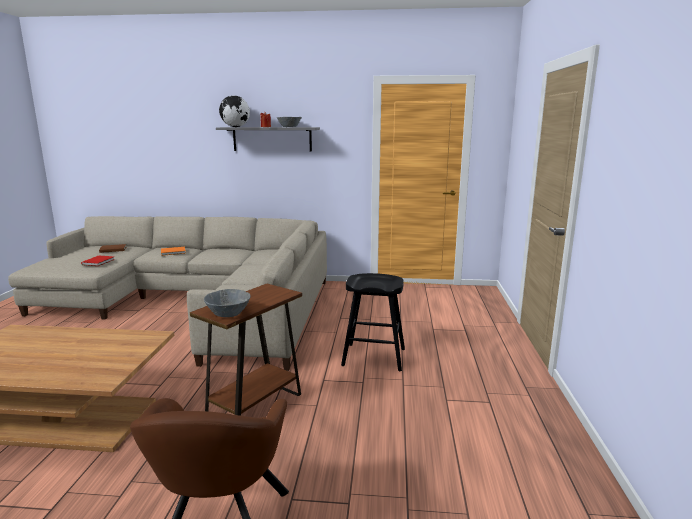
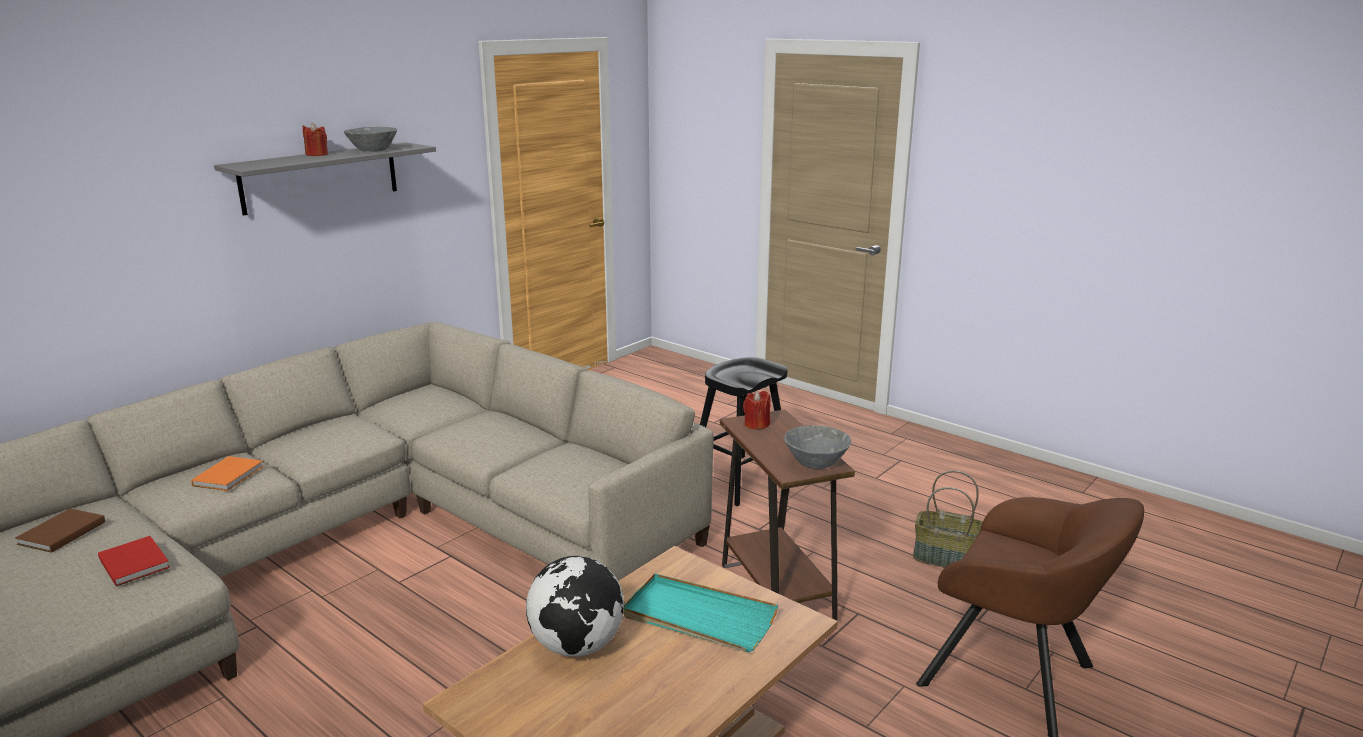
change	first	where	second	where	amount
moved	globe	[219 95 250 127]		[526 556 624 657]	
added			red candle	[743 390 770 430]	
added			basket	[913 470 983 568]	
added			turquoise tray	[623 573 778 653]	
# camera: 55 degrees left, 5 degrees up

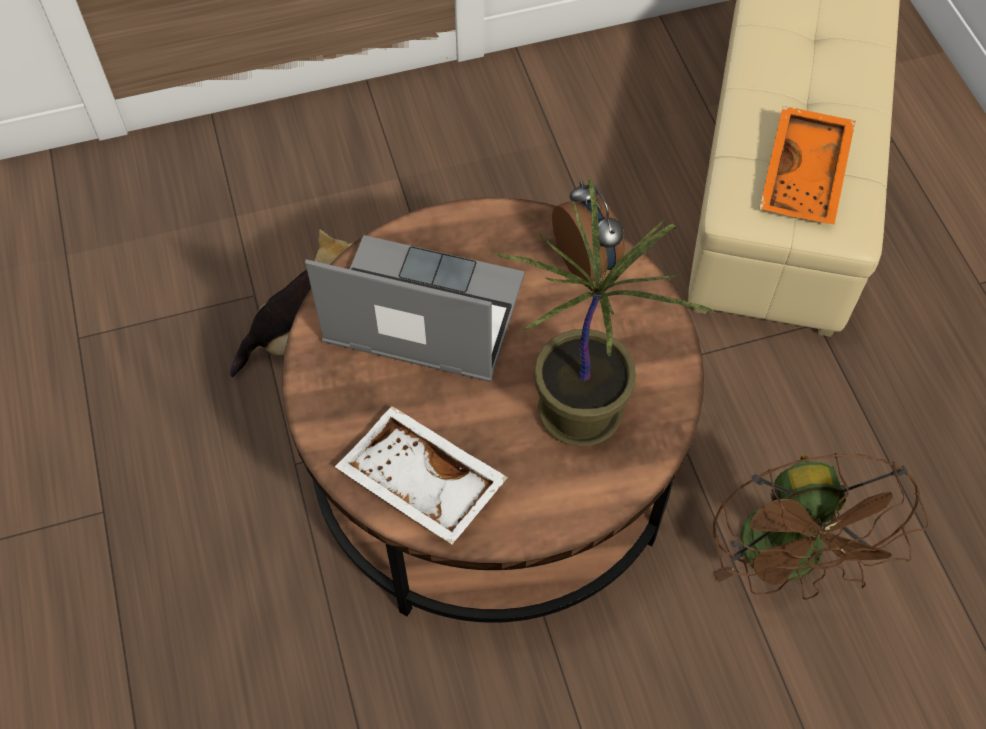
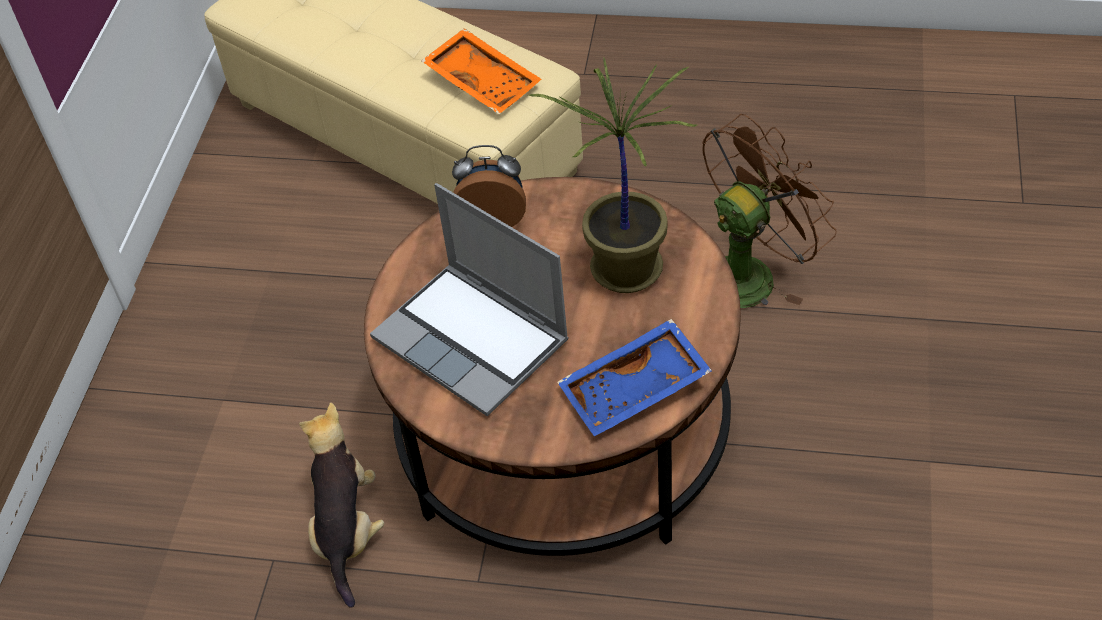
change	first	where	second	where	amount
turned	laptop	[305 235 525 382]		[370 183 569 416]	90 degrees counterclockwise
recoloured	white tray	[335 406 508 544]	blue tray	[557 319 712 437]	
turned	brown fan	[713 453 929 600]		[702 114 837 308]	60 degrees counterclockwise
# camera: 60 degrees left, 10 degrees down

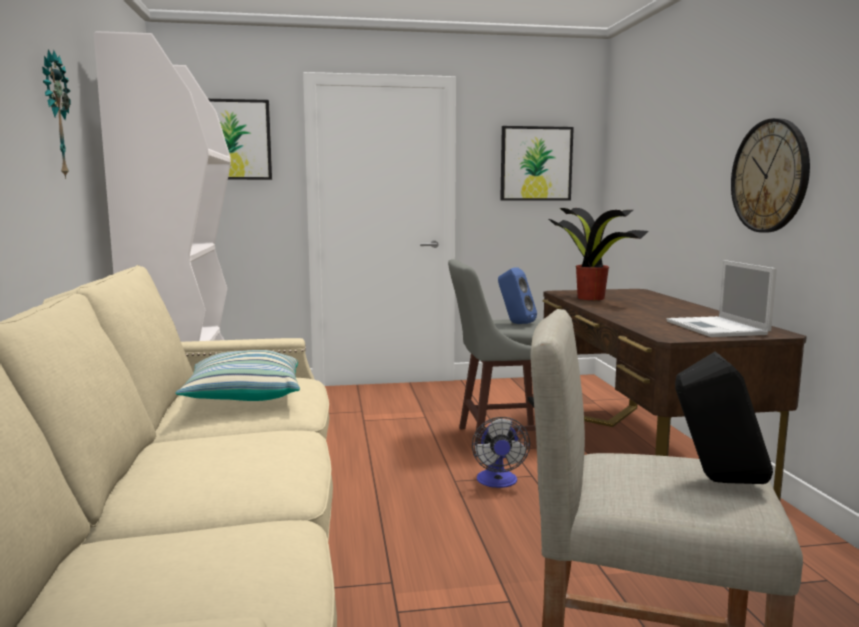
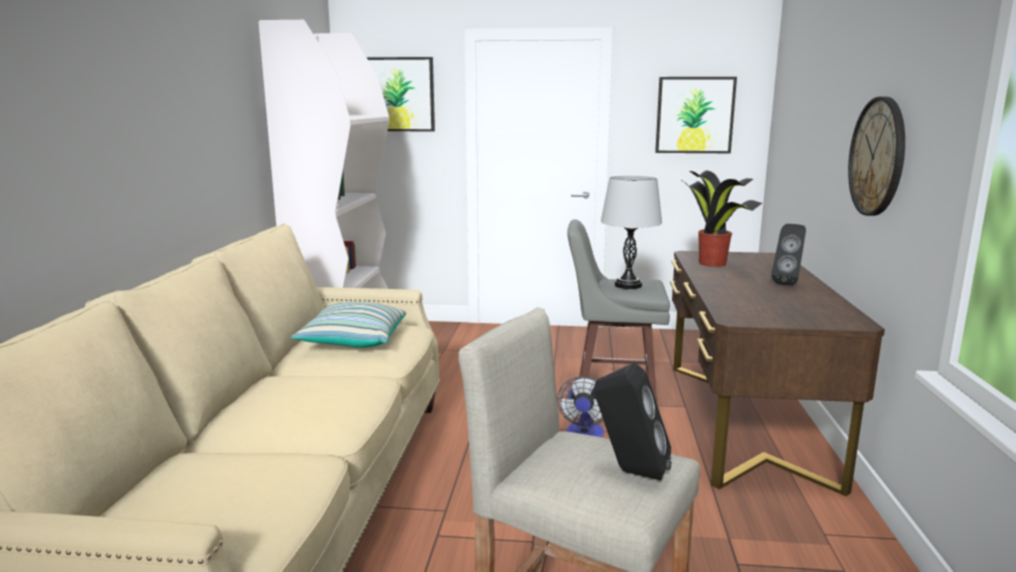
change	first	where	second	where	amount
removed	wall clock	[42 49 70 179]			
removed	laptop	[667 260 777 337]			
replaced	blue speaker	[498 267 537 324]	grey table lamp	[601 176 662 289]	
added			black speaker	[771 224 806 286]	
# camera: 15 degrees right, 5 degrees up

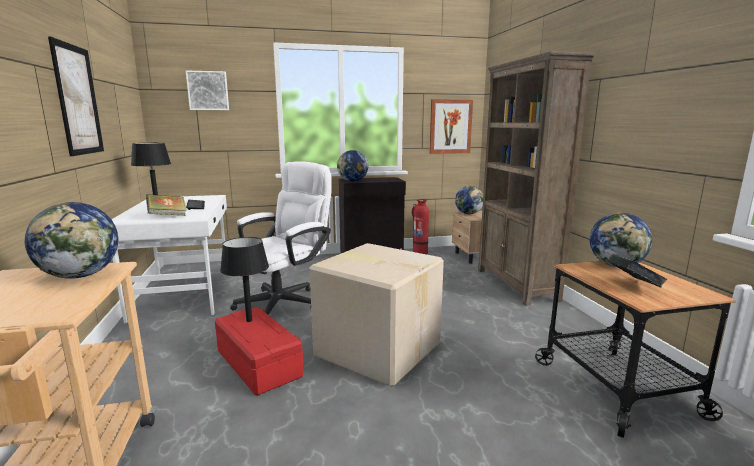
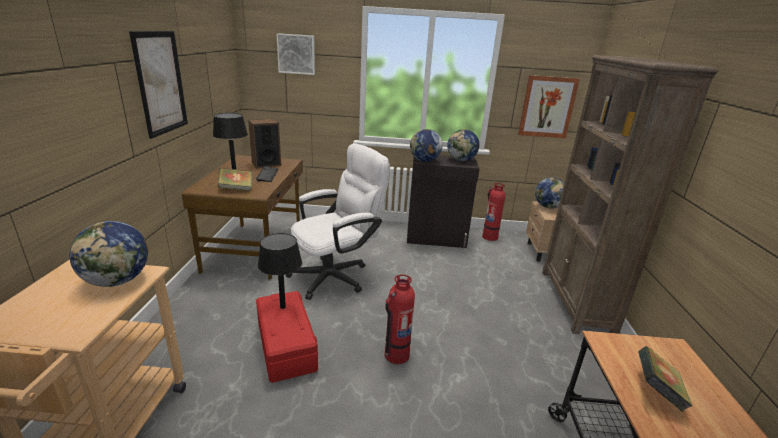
change	first	where	second	where	amount
recoloured	white desk	[111 195 227 323]	brown desk	[182 155 303 280]	
moved	globe	[590 213 652 267]		[447 129 480 161]	
replaced	cardboard box	[310 243 444 387]	fire extinguisher	[385 274 415 364]	
added			speaker	[248 119 281 168]	
# camera: 15 degrees right, 10 degrees up

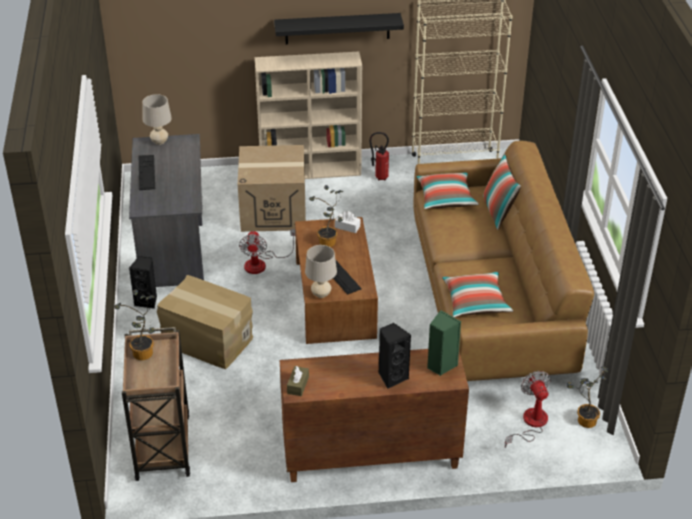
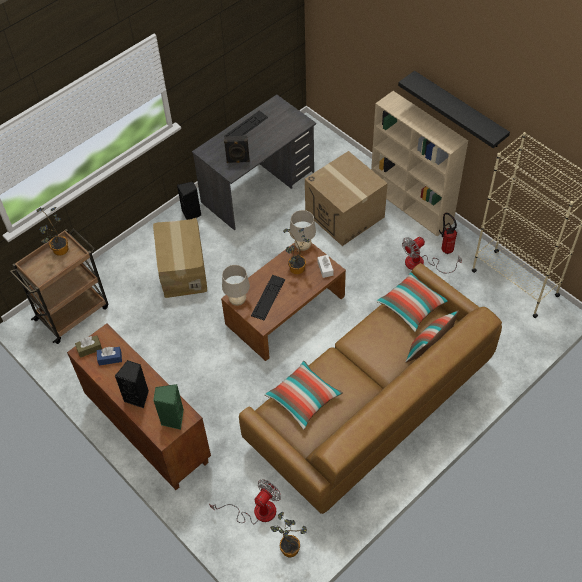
change	first	where	second	where	amount
moved	beige table lamp	[142 94 172 145]		[289 210 316 251]	
moved	fan	[239 229 295 274]		[402 237 462 273]	
added			black speaker	[224 135 250 163]	
added			blue tissue box	[97 346 122 366]	
# camera: 55 degrees right, 15 degrees up

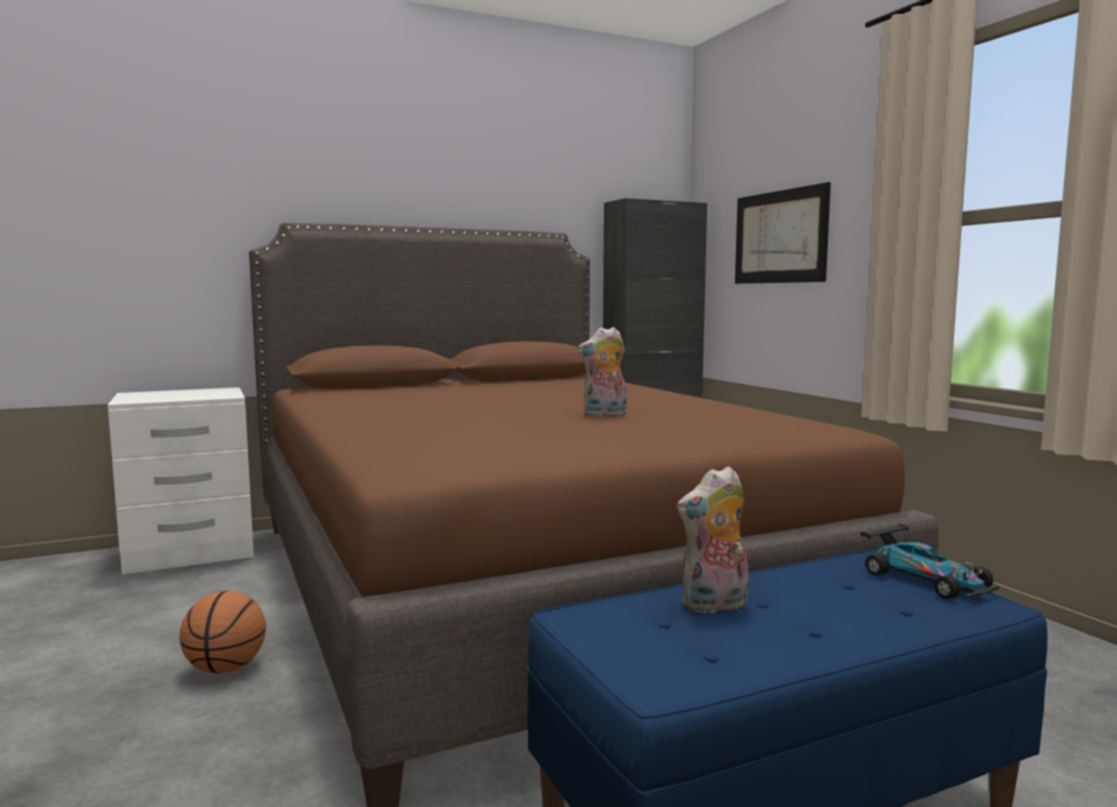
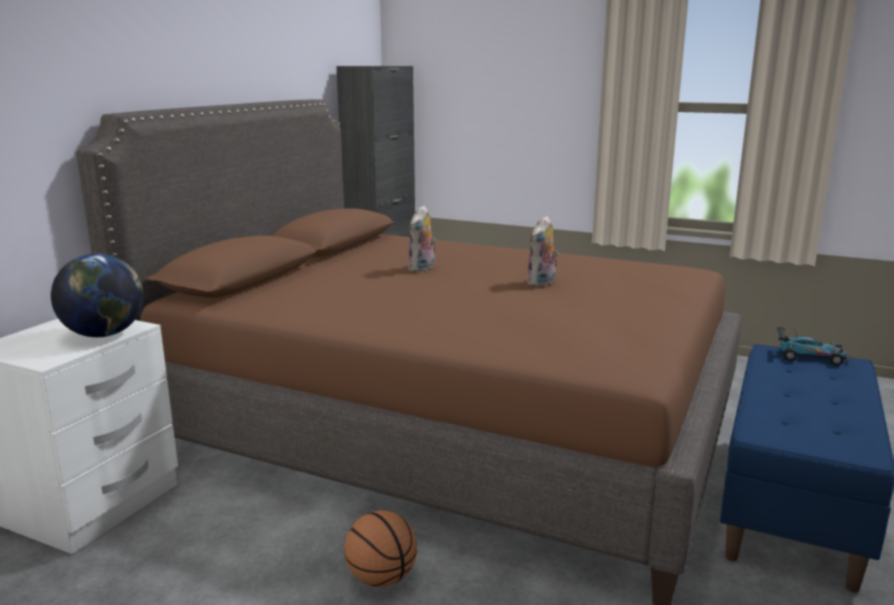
change	first	where	second	where	amount
removed	picture	[735 182 831 284]			
moved	plush toy	[677 466 749 613]		[408 205 437 272]	
added			globe	[51 254 144 337]	
# camera: 40 degrees left, 10 degrees up

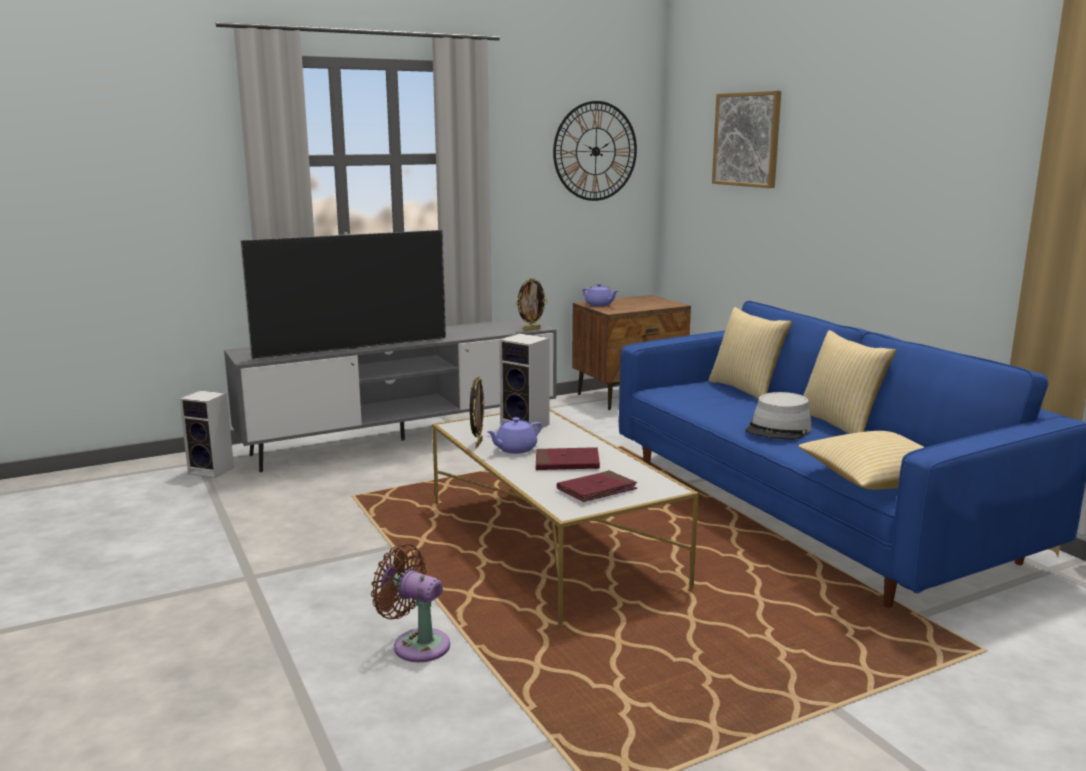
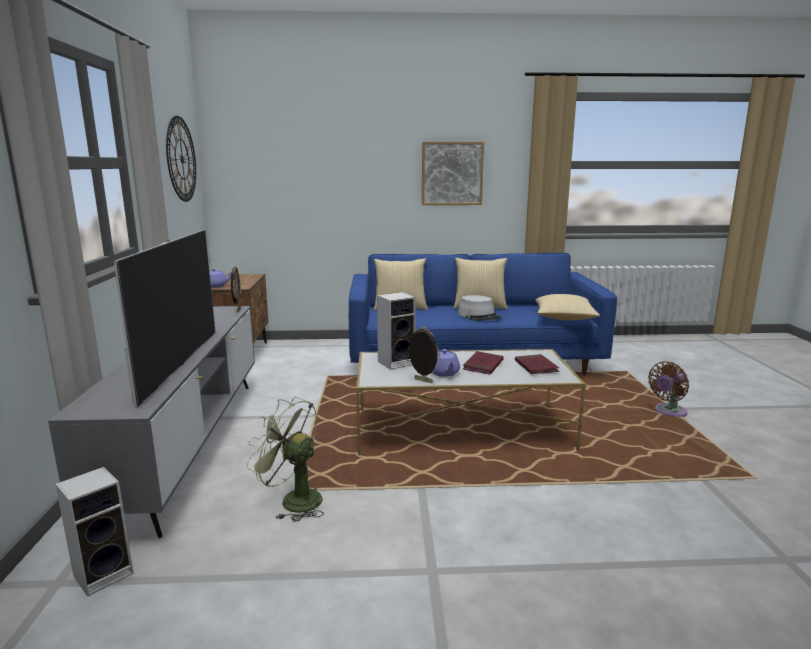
change	first	where	second	where	amount
moved	picture	[712 91 781 188]		[422 142 484 205]	
moved	brown fan	[371 544 450 662]		[648 361 689 417]	
added			green fan	[246 397 324 522]	
# camera: 65 degrees left, 0 degrees up

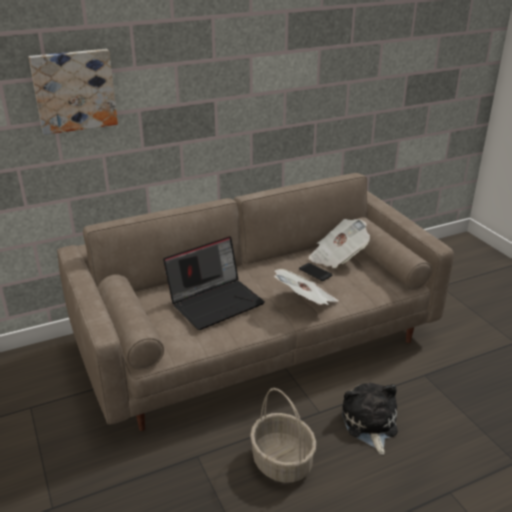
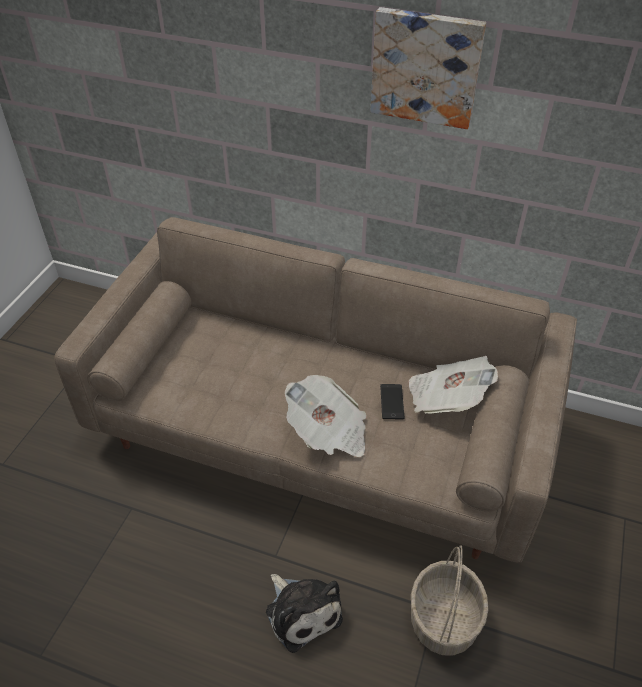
change	first	where	second	where	amount
moved	picture	[29 49 118 135]		[371 7 486 129]	
removed	laptop	[163 236 265 330]			
turned	plush toy	[342 383 398 455]		[266 574 343 653]	105 degrees clockwise
moved	basket	[250 388 316 483]		[411 545 489 656]	
# camera: 45 degrees right, 15 degrees up

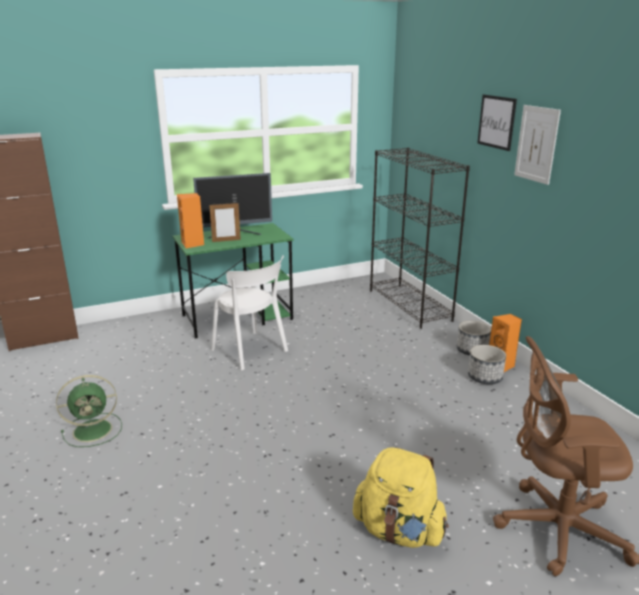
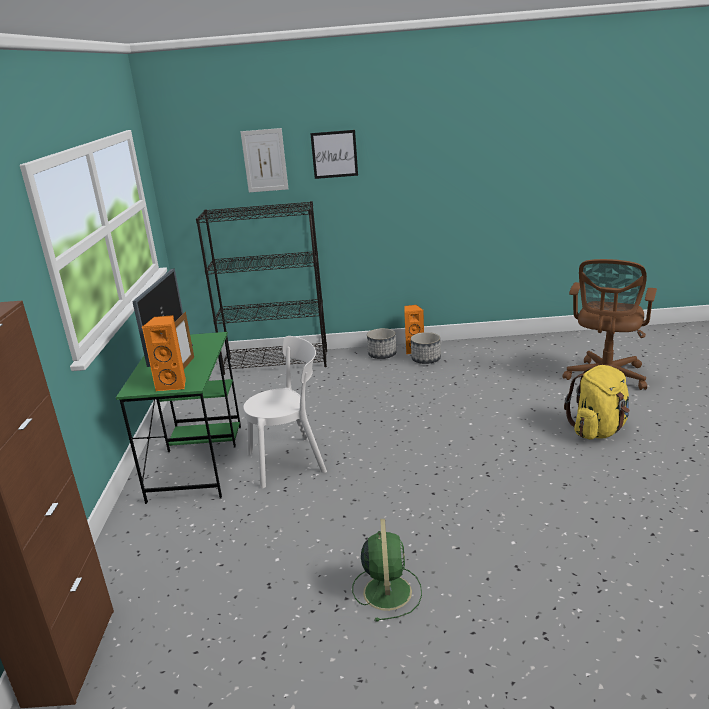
change	first	where	second	where	amount
moved	picture	[514 105 561 185]		[240 128 288 193]	
# camera: 65 degrees left, 0 degrees up

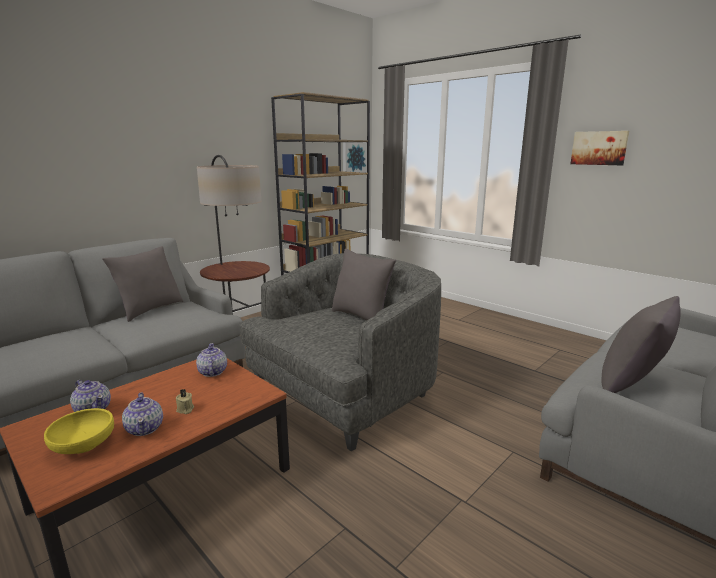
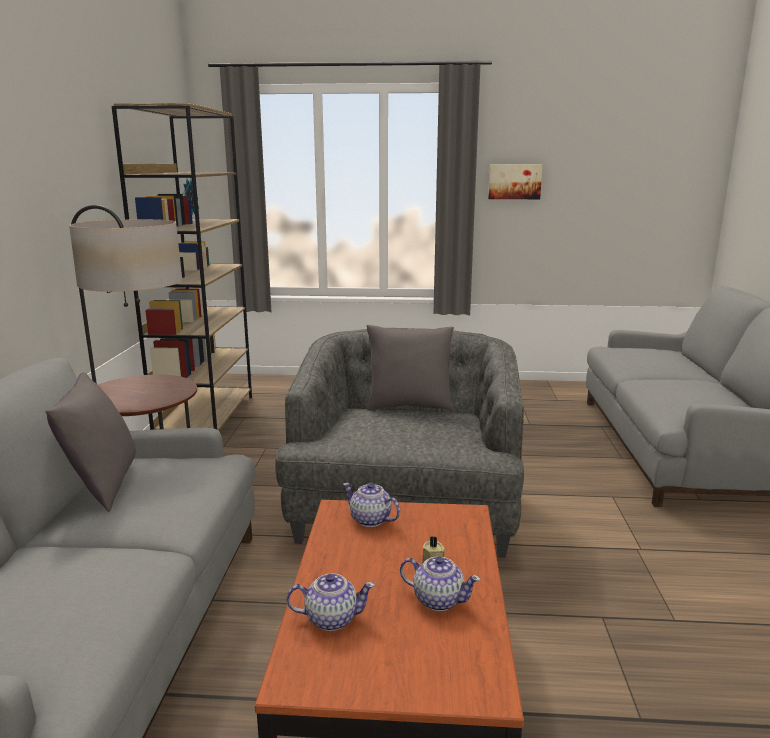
change	first	where	second	where	amount
removed	grey pillow	[602 296 681 393]			
removed	yellow bowl	[44 408 114 454]			
# camera: 40 degrees left, 0 degrees up

